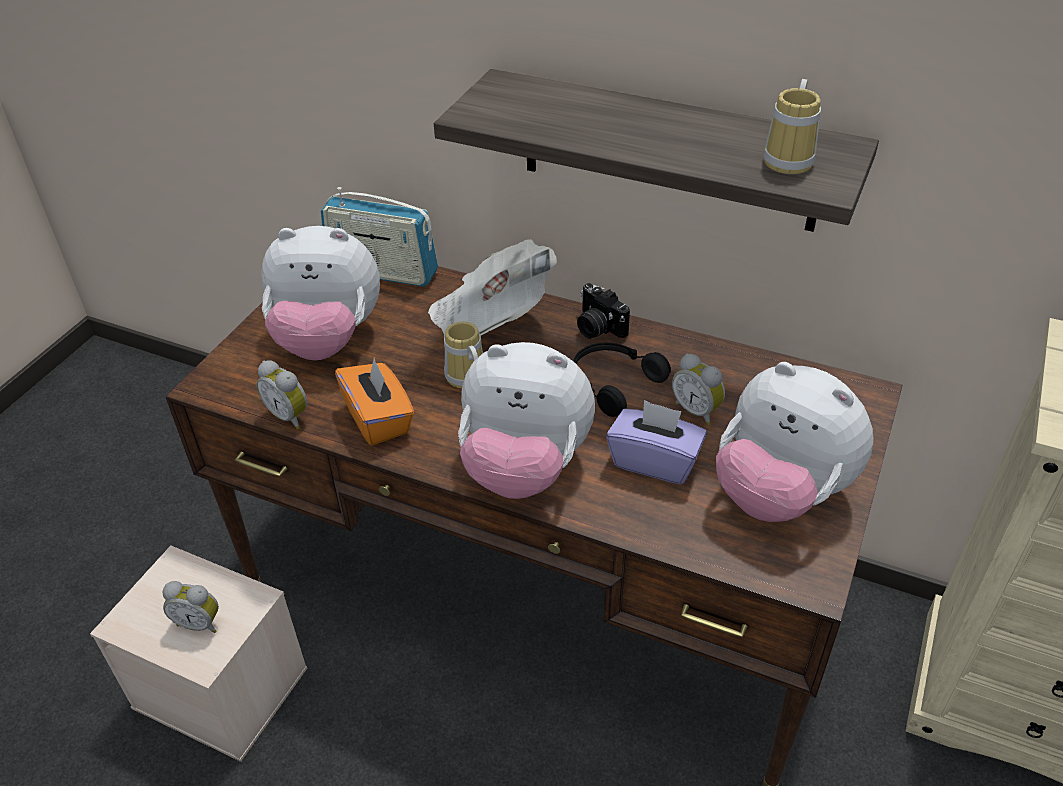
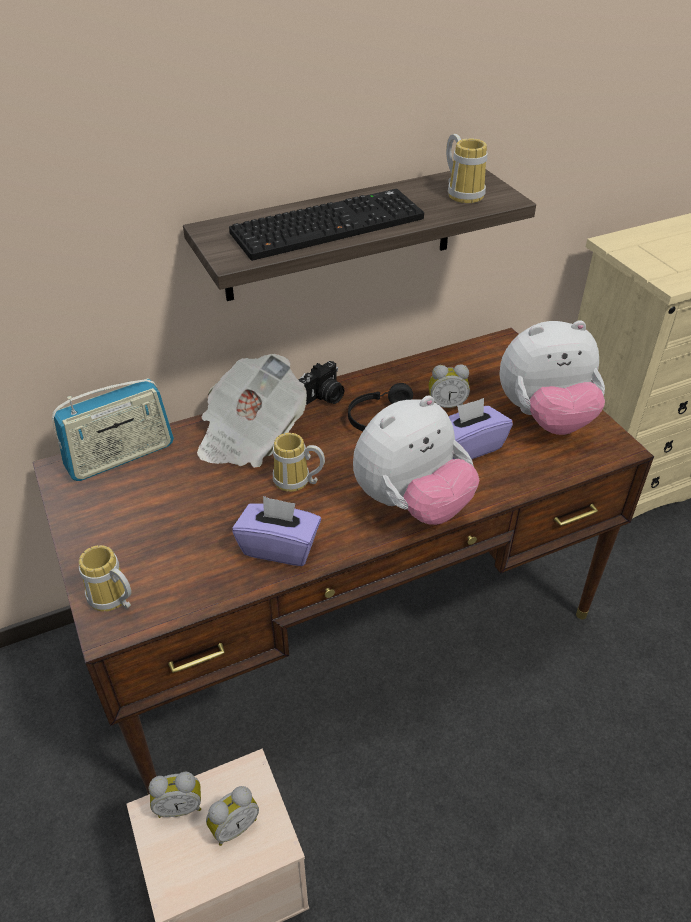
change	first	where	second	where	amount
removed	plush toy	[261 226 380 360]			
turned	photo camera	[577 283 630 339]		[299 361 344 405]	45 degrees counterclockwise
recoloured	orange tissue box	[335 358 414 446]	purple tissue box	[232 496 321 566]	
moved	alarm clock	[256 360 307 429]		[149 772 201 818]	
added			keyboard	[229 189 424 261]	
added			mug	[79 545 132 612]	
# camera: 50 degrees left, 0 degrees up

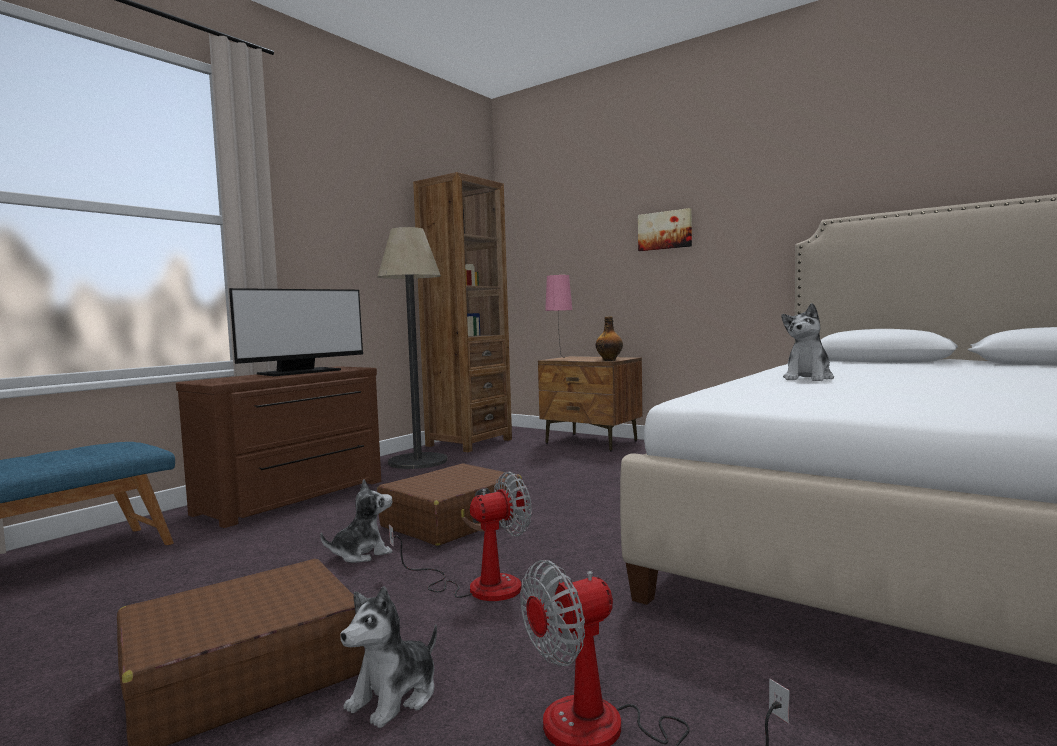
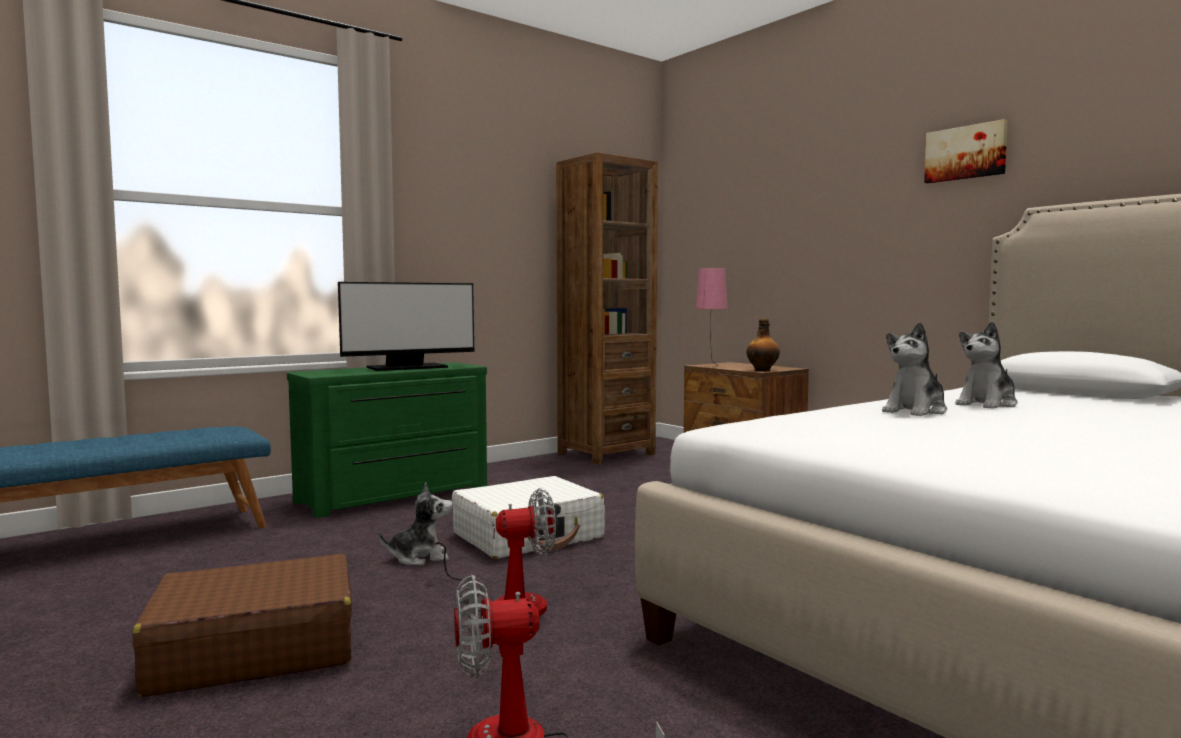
change	first	where	second	where	amount
moved	picture	[638 208 692 251]		[924 119 1008 183]	
removed	floor lamp	[377 227 448 469]			
recoloured	brown dresser	[176 366 381 528]	green dresser	[287 362 487 518]	
recoloured	brown suitcase	[377 463 523 546]	white suitcase	[452 476 605 559]	
moved	plush toy	[340 586 437 728]		[955 321 1018 409]	
# camera: 15 degrees right, 0 degrees up

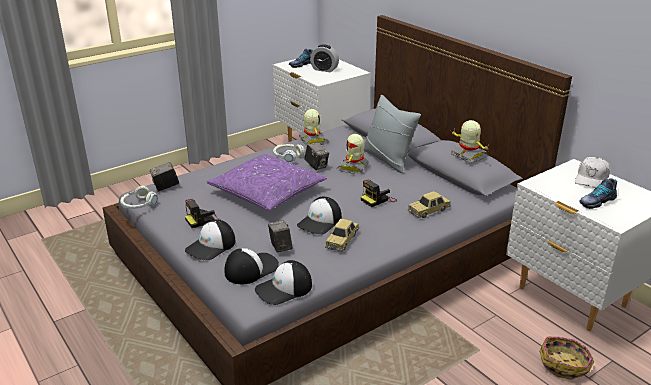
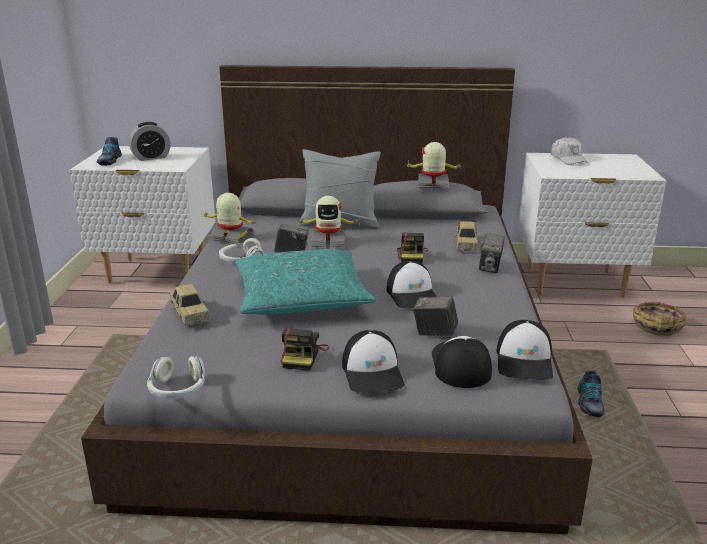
change	first	where	second	where	amount
turned	toy robot	[337 134 369 174]		[296 196 360 247]	60 degrees counterclockwise
recoloured	purple pillow	[207 154 327 211]	turquoise pillow	[235 249 376 315]	
moved	photo camera	[150 162 179 191]		[479 233 505 273]	
moved	shoe	[580 178 617 209]		[577 370 605 417]	
moved	toy car	[325 219 359 252]		[170 284 210 326]	
# camera: 50 degrees left, 5 degrees down

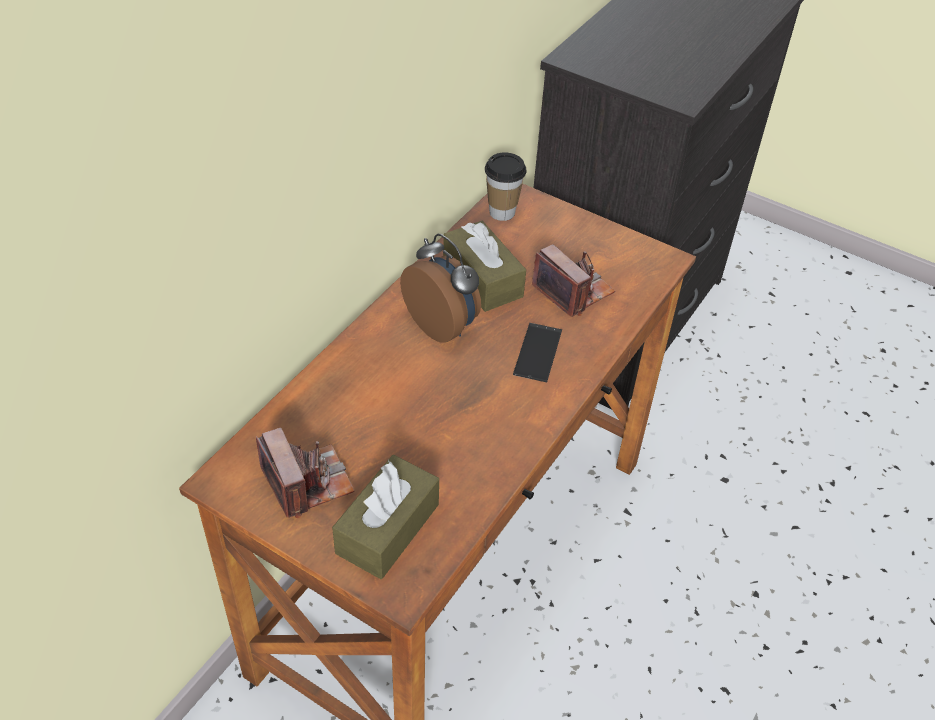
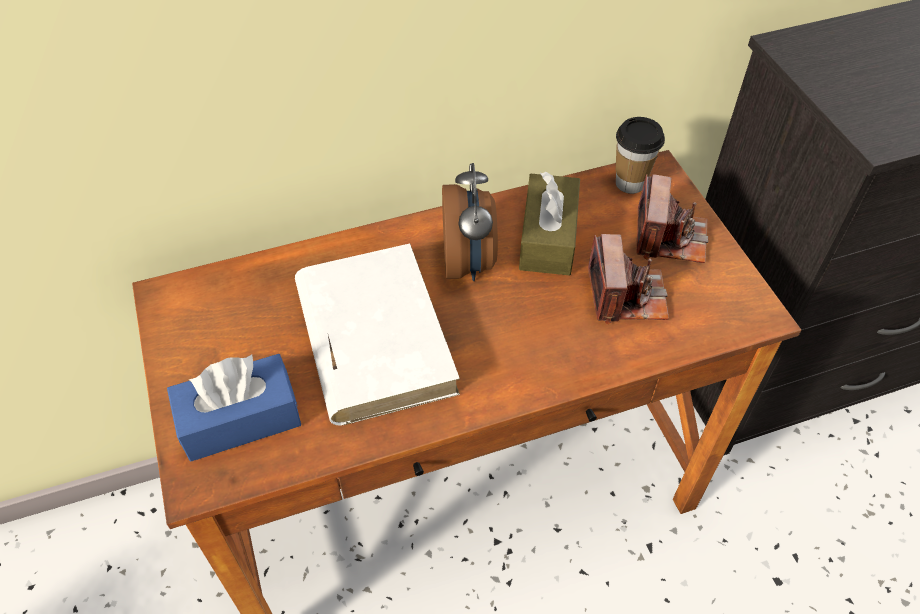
change	first	where	second	where	amount
removed	phone	[513 323 562 382]			
moved	photo camera	[256 428 355 518]		[636 174 708 263]	
recoloured	brown tissue box	[332 455 439 579]	blue tissue box	[167 354 301 461]	
added			white book	[295 243 460 426]	
# camera: 40 degrees right, 5 degrees up

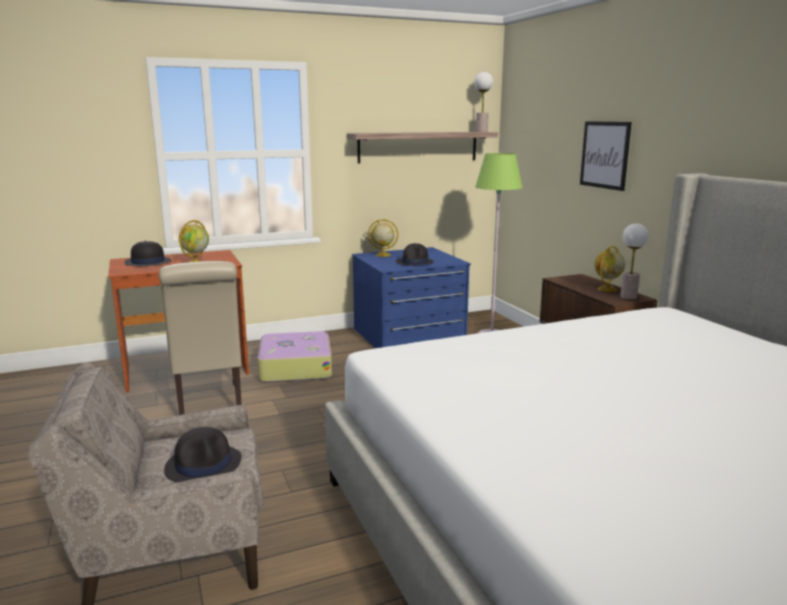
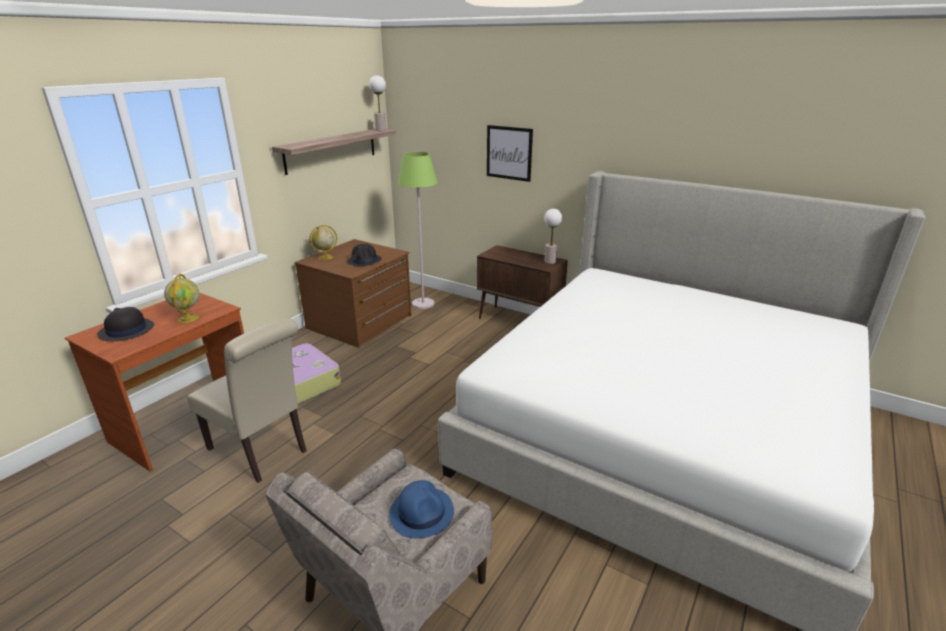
change	first	where	second	where	amount
removed	globe	[594 246 625 292]			
recoloured	blue dresser	[352 247 471 348]	brown dresser	[294 239 412 348]	
recoloured	black hat	[164 427 242 482]	blue hat	[389 480 454 538]	
# camera: 35 degrees left, 10 degrees up

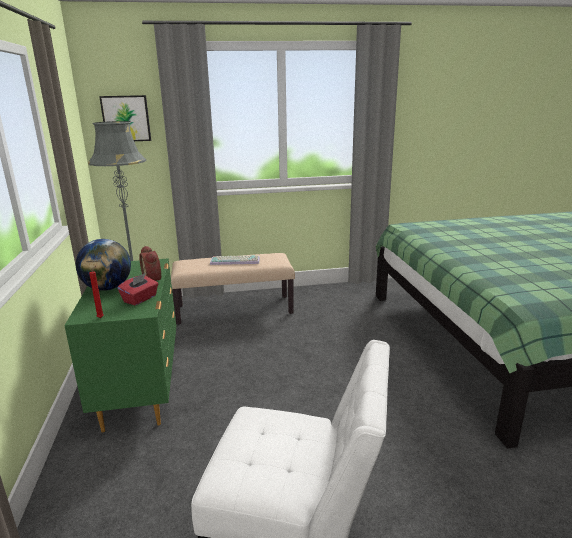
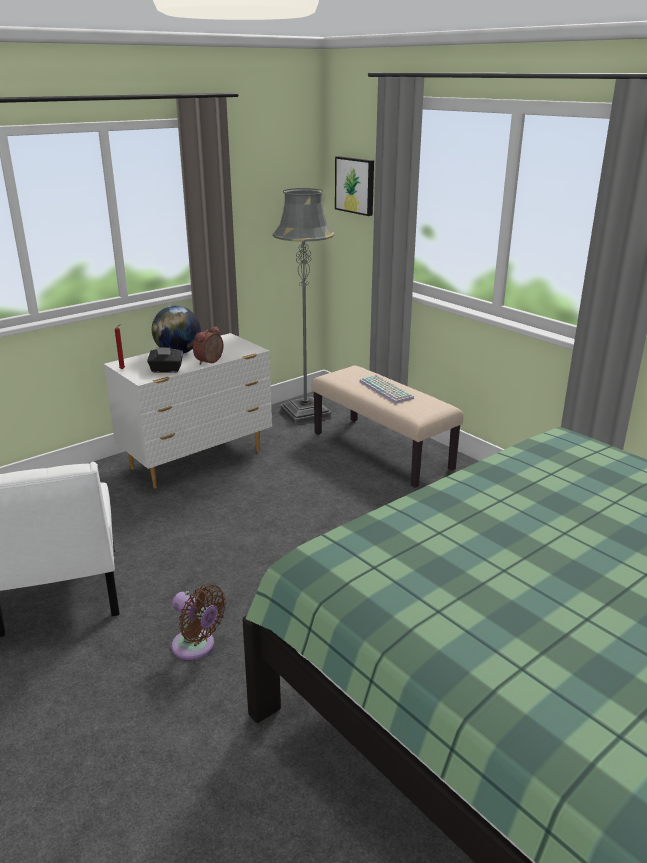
change	first	where	second	where	amount
recoloured	green dresser	[64 258 177 433]	white dresser	[104 333 272 489]	
recoloured	red tissue box	[118 273 158 305]	black tissue box	[147 347 183 373]	
added			brown fan	[171 585 226 660]	
# camera: 60 degrees right, 5 degrees up

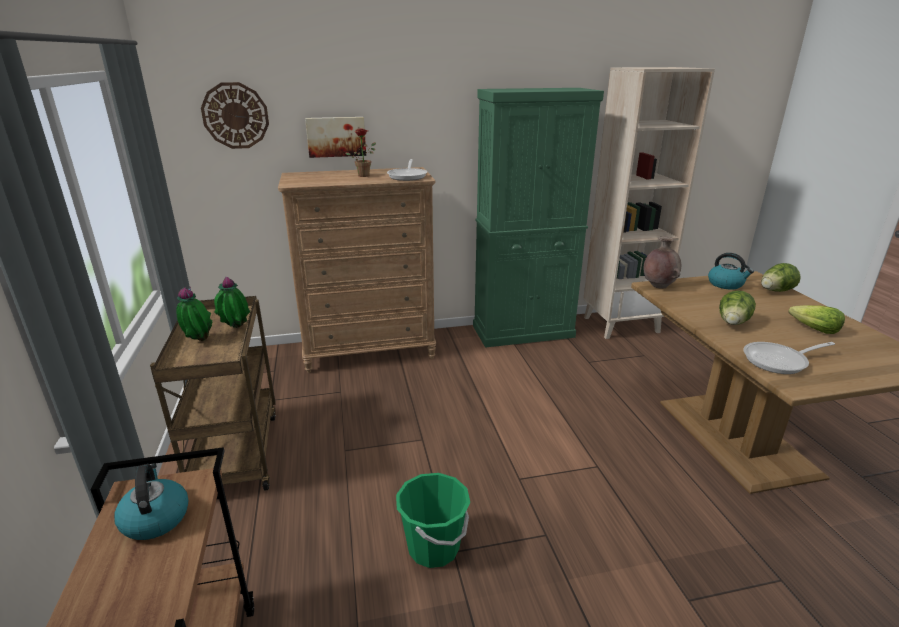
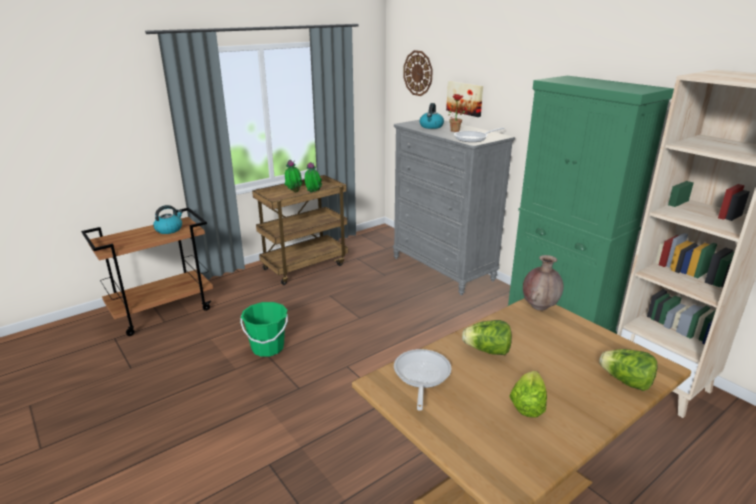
change	first	where	second	where	amount
recoloured	brown dresser	[278 167 436 373]	grey dresser	[393 120 515 295]	
moved	kettle	[708 253 754 290]		[420 103 444 129]	
turned	frying pan	[744 342 835 374]		[394 349 451 411]	45 degrees clockwise
# camera: 65 degrees right, 0 degrees up

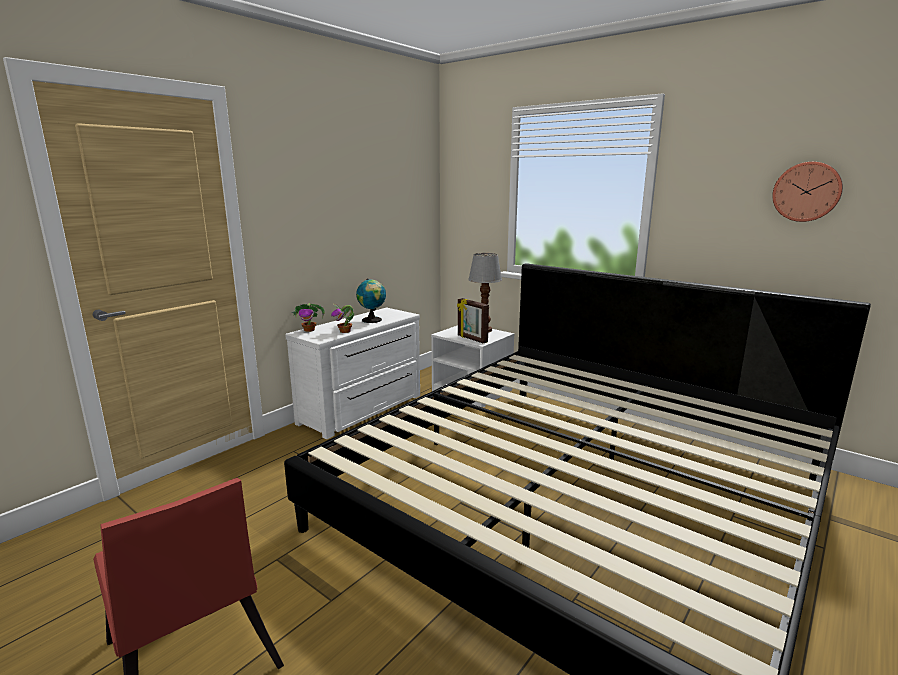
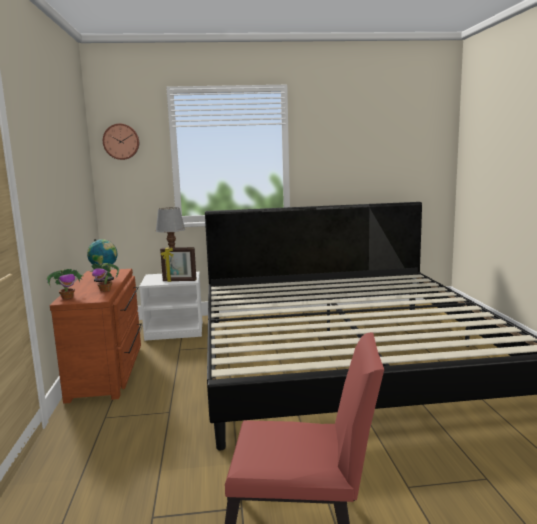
change	first	where	second	where	amount
moved	wall clock	[772 162 843 222]		[103 124 139 160]	
recoloured	white dresser	[285 307 420 439]	brown dresser	[50 269 142 404]	
# camera: 45 degrees left, 5 degrees down

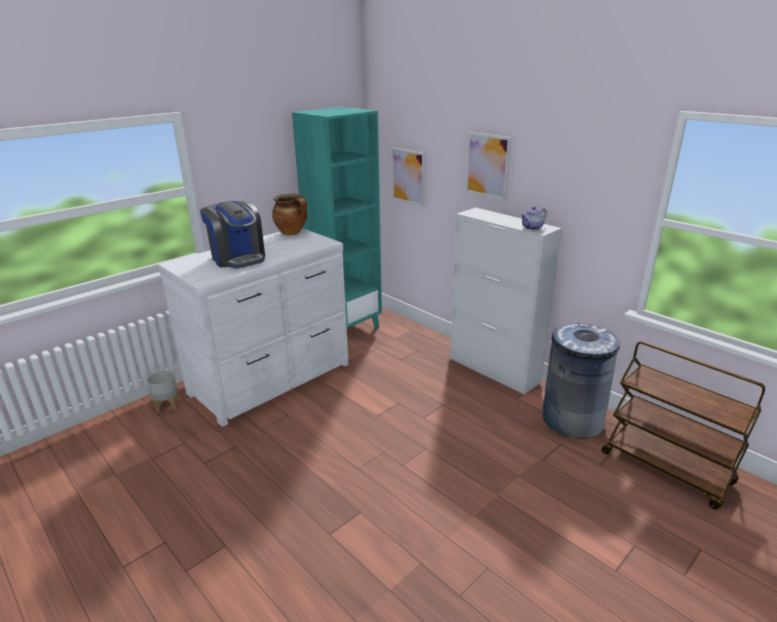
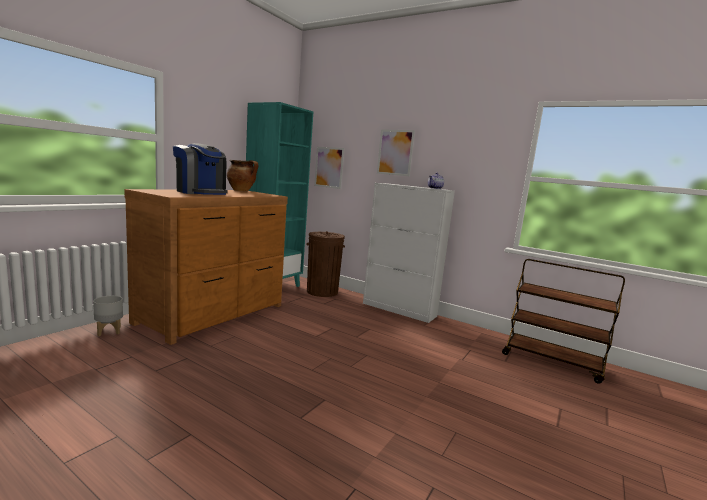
change	first	where	second	where	amount
recoloured	white dresser	[158 228 349 427]	brown dresser	[124 189 288 345]	
removed	grey trash can	[543 322 620 439]			
added			brown trash can	[306 231 345 297]	
# camera: 15 degrees left, 15 degrees down

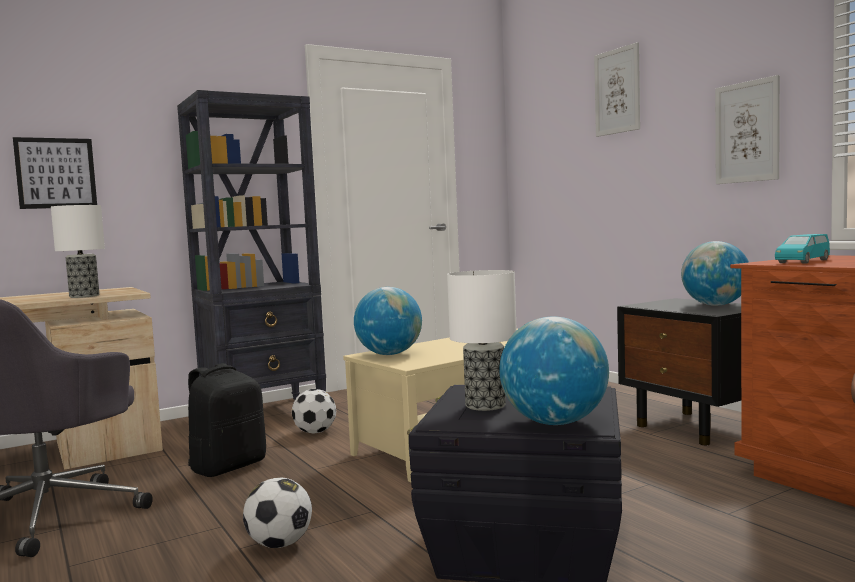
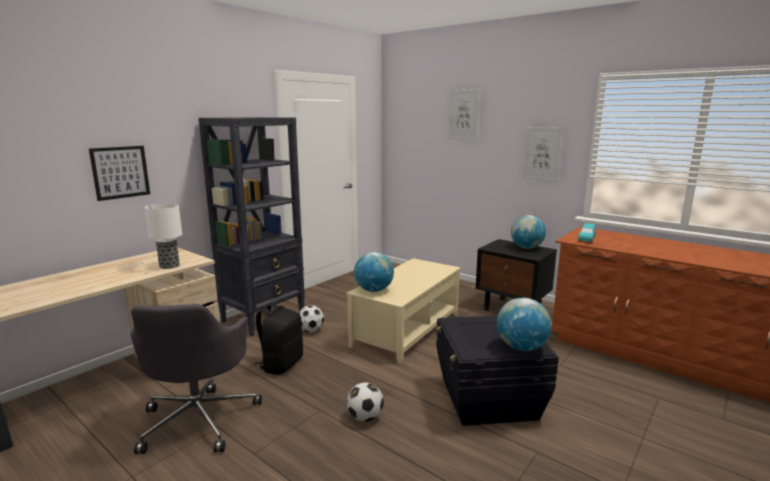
change	first	where	second	where	amount
removed	table lamp	[447 270 517 411]			
# camera: 20 degrees left, 10 degrees up

